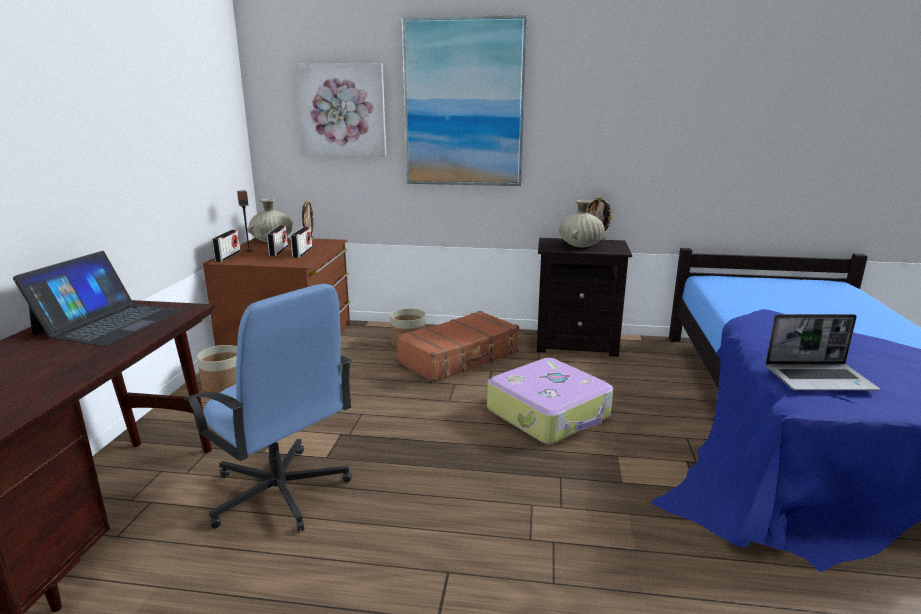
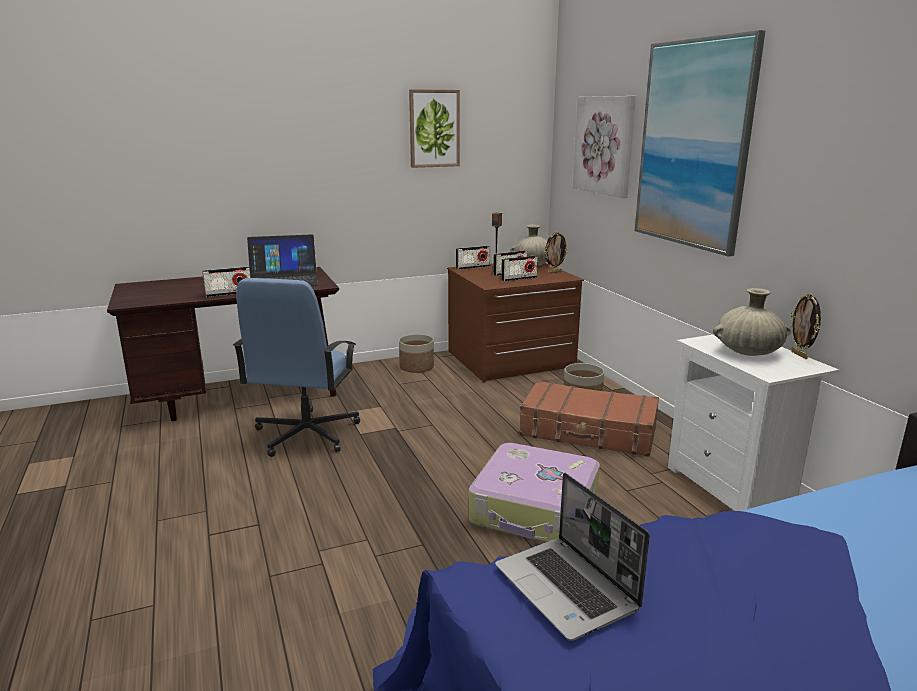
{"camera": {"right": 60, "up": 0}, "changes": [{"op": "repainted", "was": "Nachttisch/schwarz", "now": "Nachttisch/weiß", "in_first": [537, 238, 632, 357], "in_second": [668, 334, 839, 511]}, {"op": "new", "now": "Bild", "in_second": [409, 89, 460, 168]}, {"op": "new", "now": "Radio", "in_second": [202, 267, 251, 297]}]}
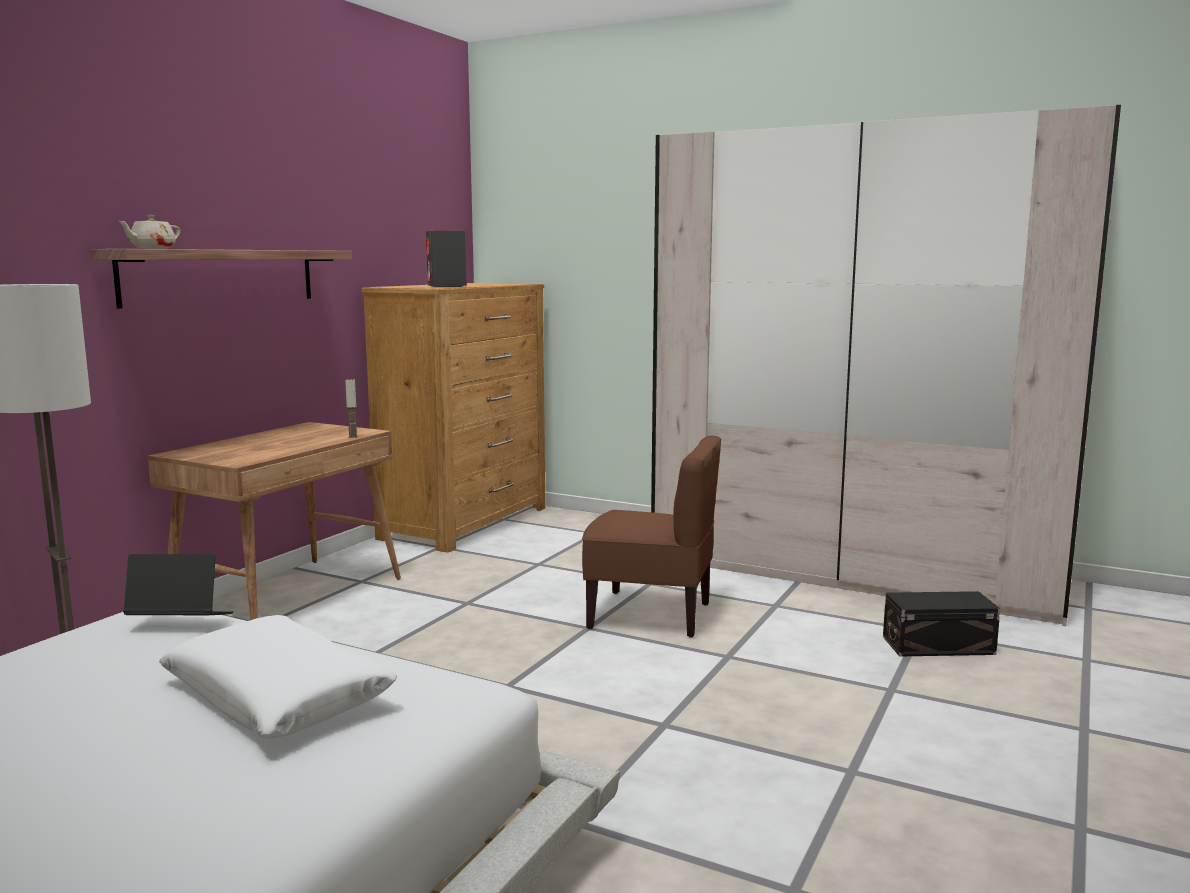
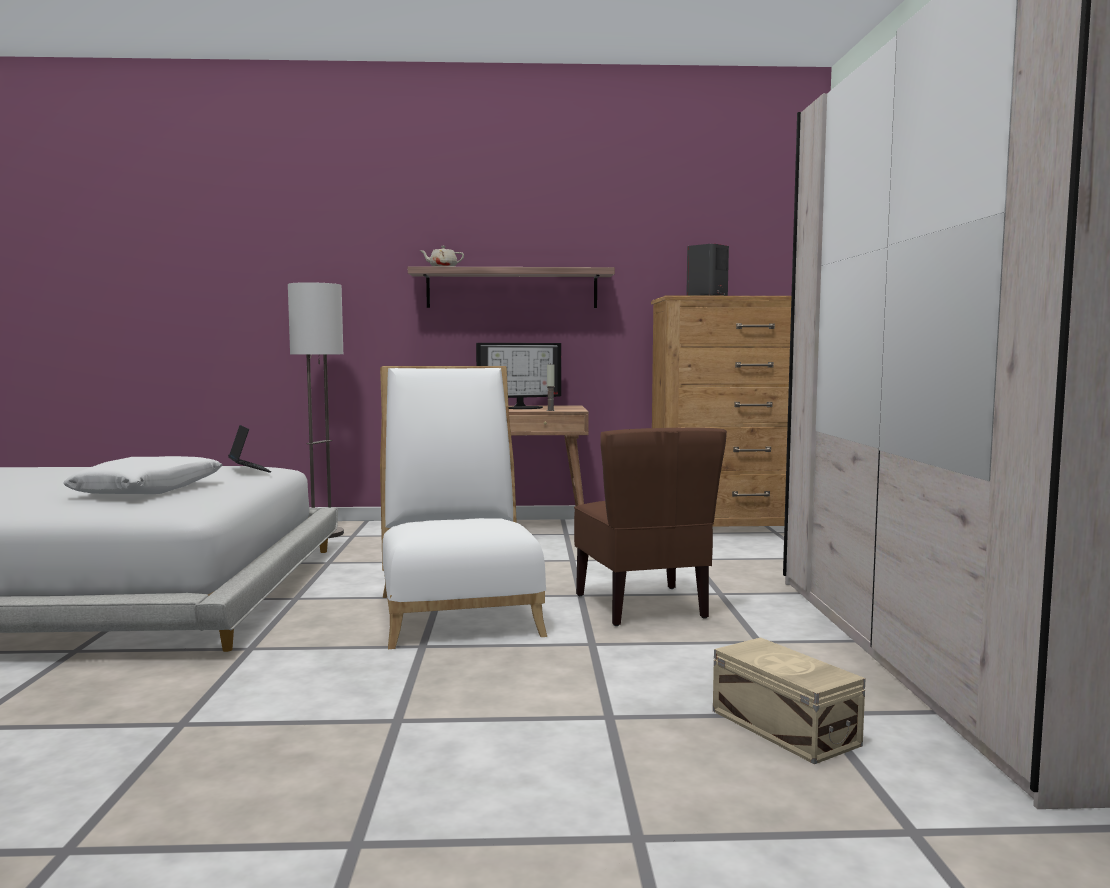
{"camera": {"right": 60, "up": -5}, "changes": [{"op": "repainted", "was": "Aufbewahrungsbox/schwarz", "now": "Aufbewahrungsbox/beige", "in_first": [883, 591, 1000, 656], "in_second": [713, 637, 865, 764]}, {"op": "new", "now": "Monitor", "in_second": [476, 343, 561, 409]}, {"op": "new", "now": "Stuhl/weiß", "in_second": [380, 366, 547, 649]}]}
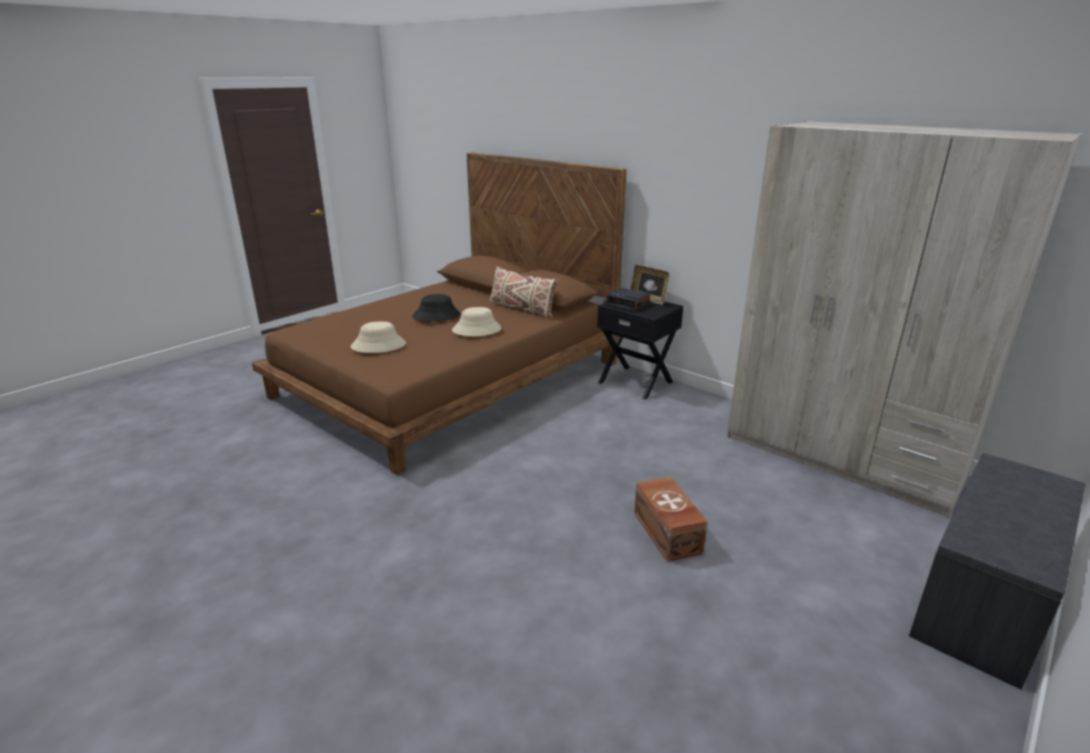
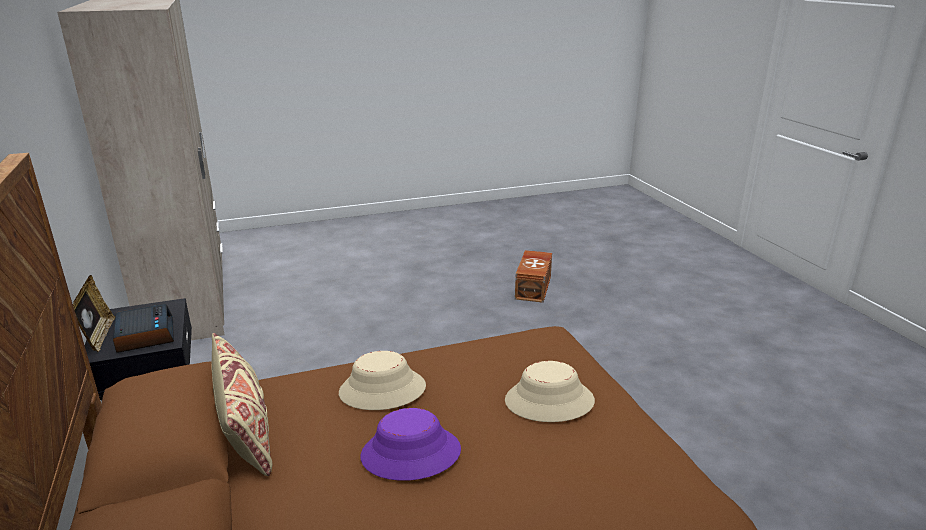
{"camera": {"right": -150, "up": 0}, "changes": [{"op": "repainted", "was": "Hut/schwarz", "now": "Hut/lila", "in_first": [413, 294, 460, 321], "in_second": [361, 408, 461, 481]}, {"op": "gone", "was": "Bank/grau", "in_first": [909, 453, 1085, 690]}, {"op": "shifted", "was": "Aufbewahrungsbox/braun", "in_first": [634, 477, 708, 562], "in_second": [515, 250, 552, 303]}]}
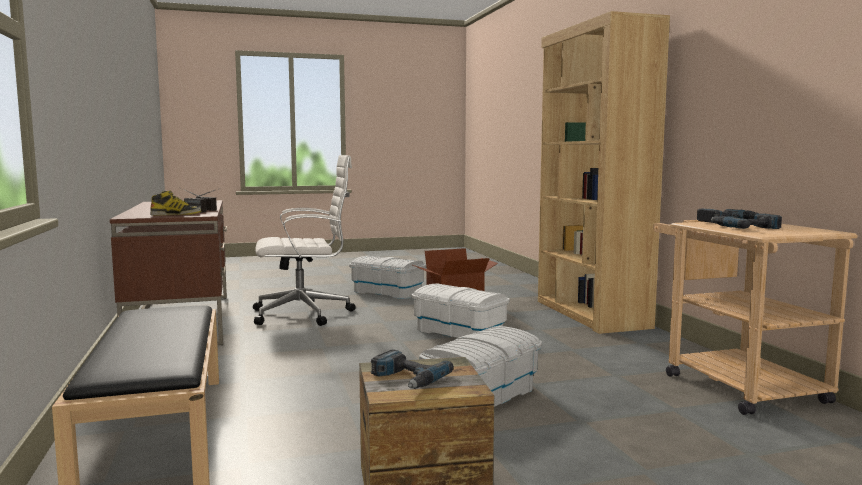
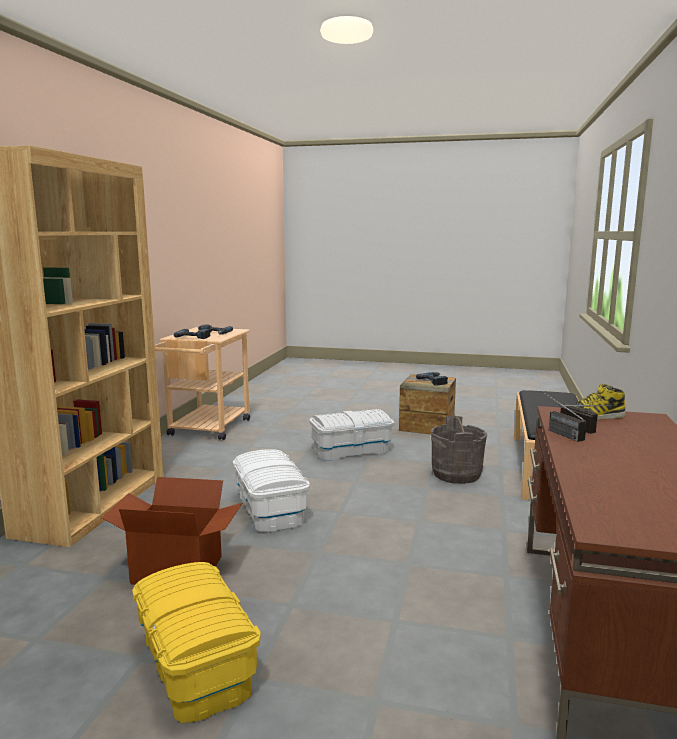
{"camera": {"right": -150, "up": 5}, "changes": [{"op": "gone", "was": "Bürostuhl/weiß", "in_first": [253, 155, 356, 326]}, {"op": "repainted", "was": "Aufbewahrungsbox/weiß", "now": "Aufbewahrungsbox/gelb", "in_first": [349, 256, 426, 299], "in_second": [132, 562, 261, 724]}, {"op": "new", "now": "Eimer/grau", "in_second": [431, 415, 487, 484]}]}
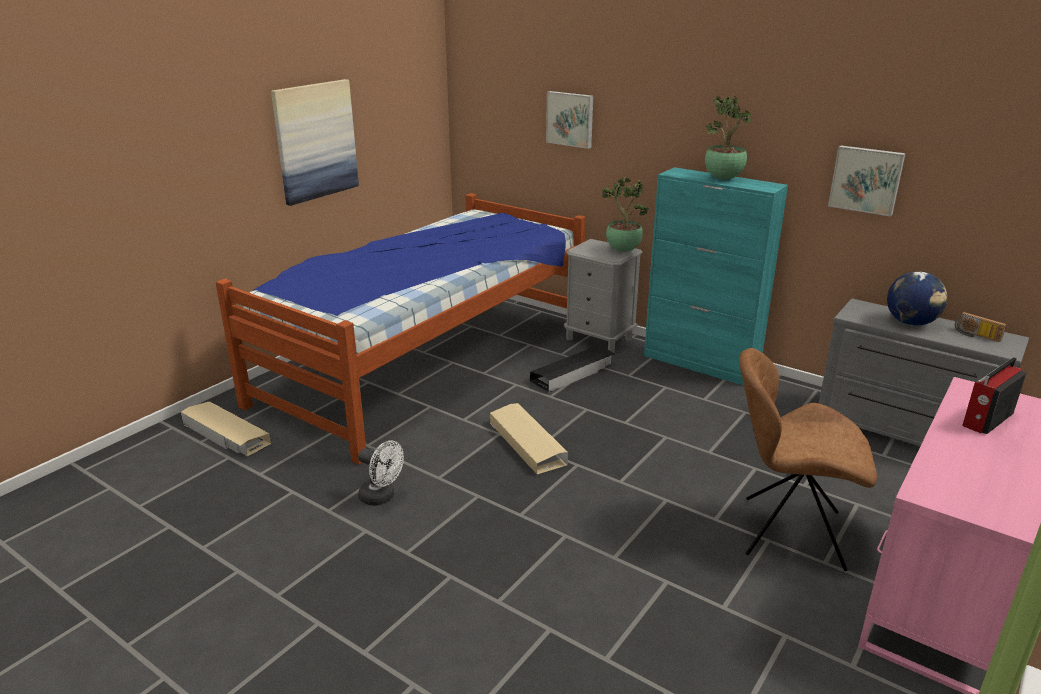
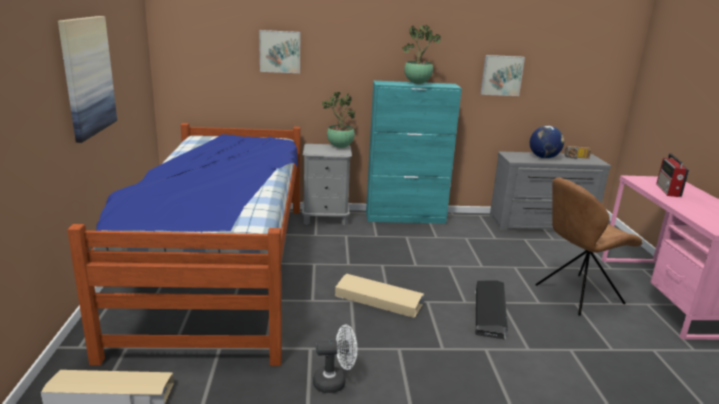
{"camera": {"right": -40, "up": -5}, "changes": [{"op": "shifted", "was": "Aufbewahrungsbox/schwarz", "in_first": [530, 346, 614, 393], "in_second": [475, 280, 508, 340]}]}
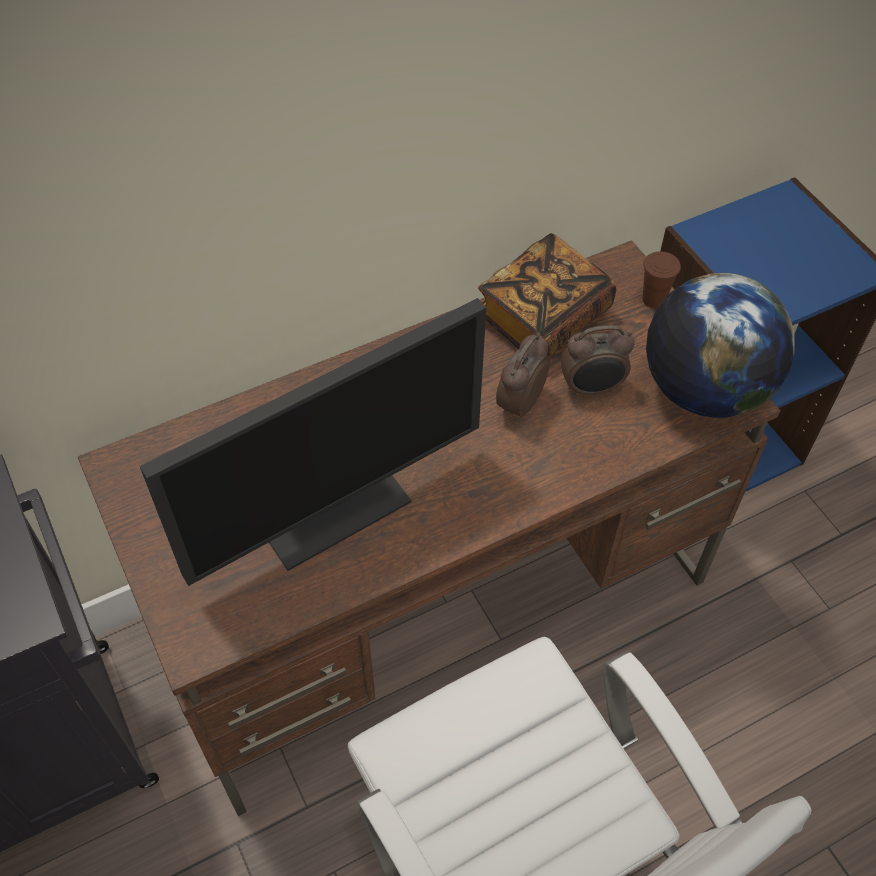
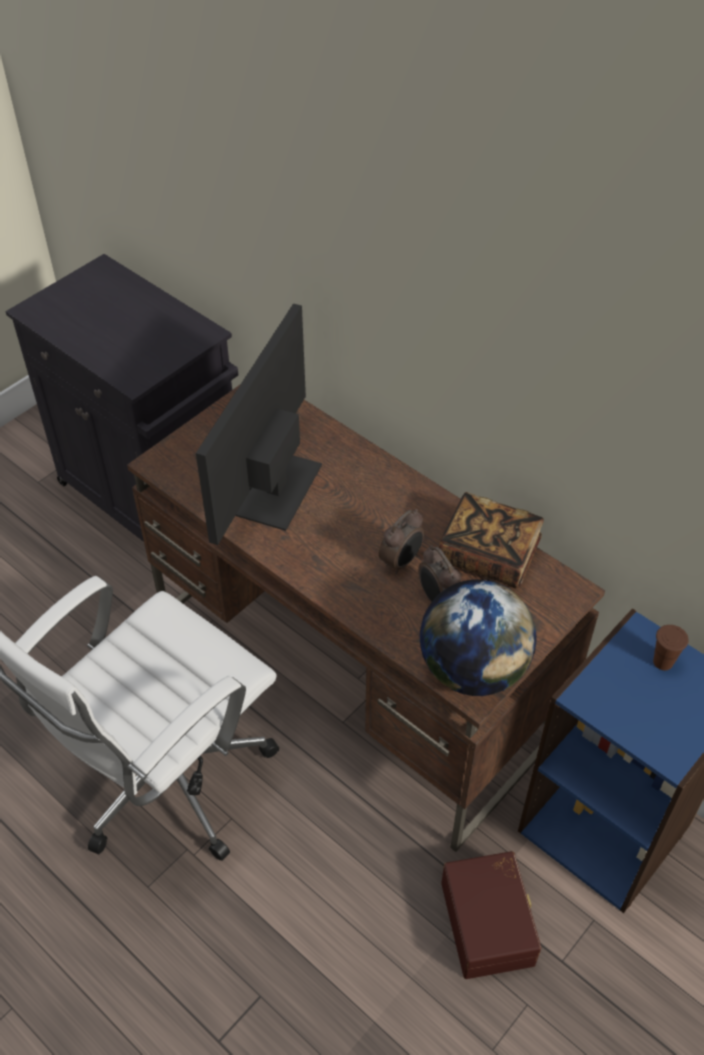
{"camera": {"right": 70, "up": -5}, "changes": [{"op": "shifted", "was": "Tasse/braun", "in_first": [642, 251, 681, 308], "in_second": [653, 625, 689, 670]}, {"op": "rotated", "was": "Monitor", "in_first": [140, 298, 486, 586], "in_second": [196, 304, 322, 545], "clockwise": 75}, {"op": "rotated", "was": "Wecker", "in_first": [496, 333, 550, 420], "in_second": [379, 509, 424, 574], "clockwise": 120}, {"op": "new", "now": "Aufbewahrungsbox/braun", "in_second": [441, 851, 541, 979]}]}
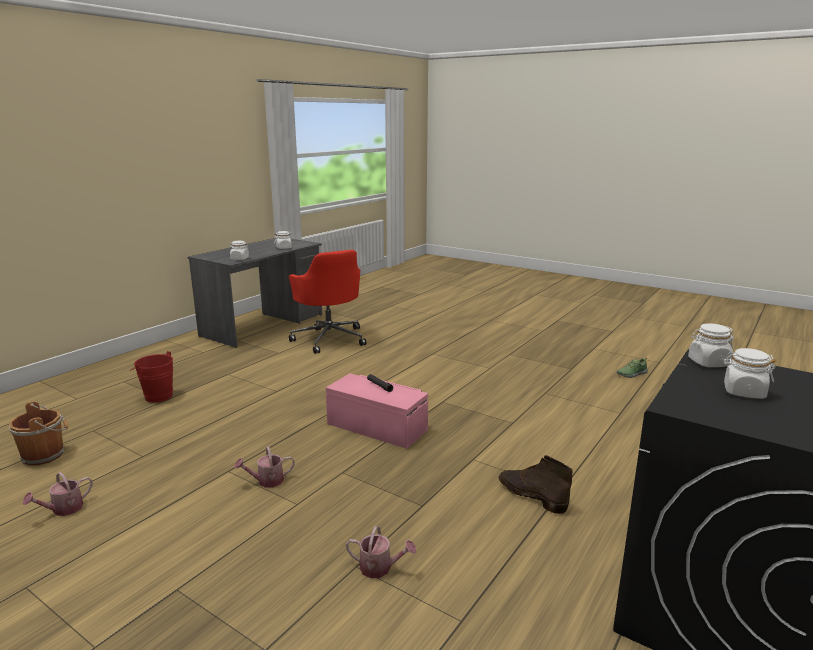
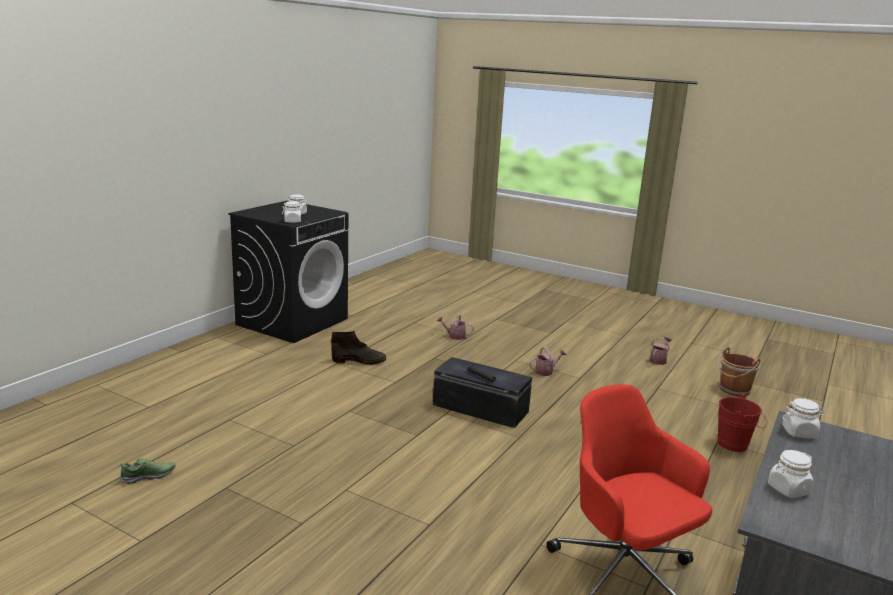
{"camera": {"right": 175, "up": 0}, "changes": [{"op": "repainted", "was": "Aufbewahrungsbox/rosa", "now": "Aufbewahrungsbox/schwarz", "in_first": [326, 373, 428, 449], "in_second": [433, 357, 532, 428]}, {"op": "rotated", "was": "Stiefel/braun", "in_first": [498, 455, 573, 514], "in_second": [331, 331, 386, 365], "clockwise": -45}]}
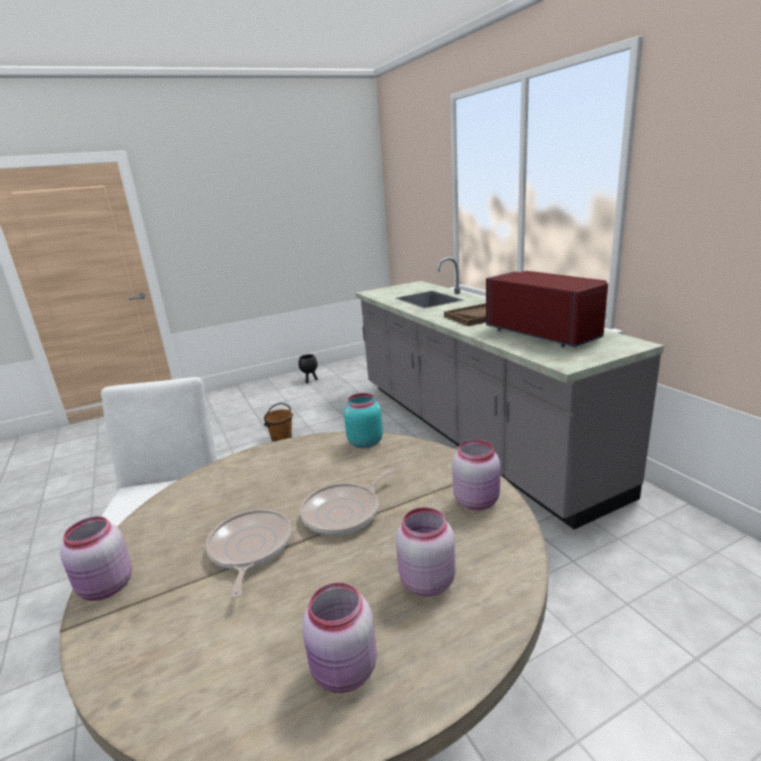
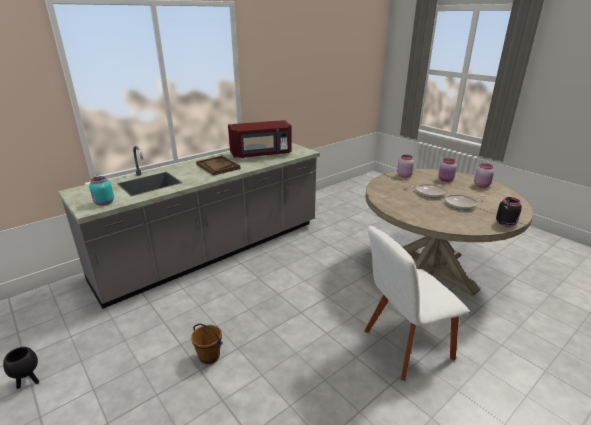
{"camera": {"right": -105, "up": 5}, "changes": [{"op": "rotated", "was": "Mikrowelle/rot", "in_first": [486, 271, 608, 347], "in_second": [228, 120, 292, 158], "clockwise": -150}, {"op": "shifted", "was": "Vorratsglas/türkis", "in_first": [344, 393, 383, 448], "in_second": [89, 176, 114, 206]}, {"op": "repainted", "was": "Vorratsglas/rosa", "now": "Vorratsglas/schwarz", "in_first": [60, 516, 132, 601], "in_second": [496, 197, 522, 227]}]}
